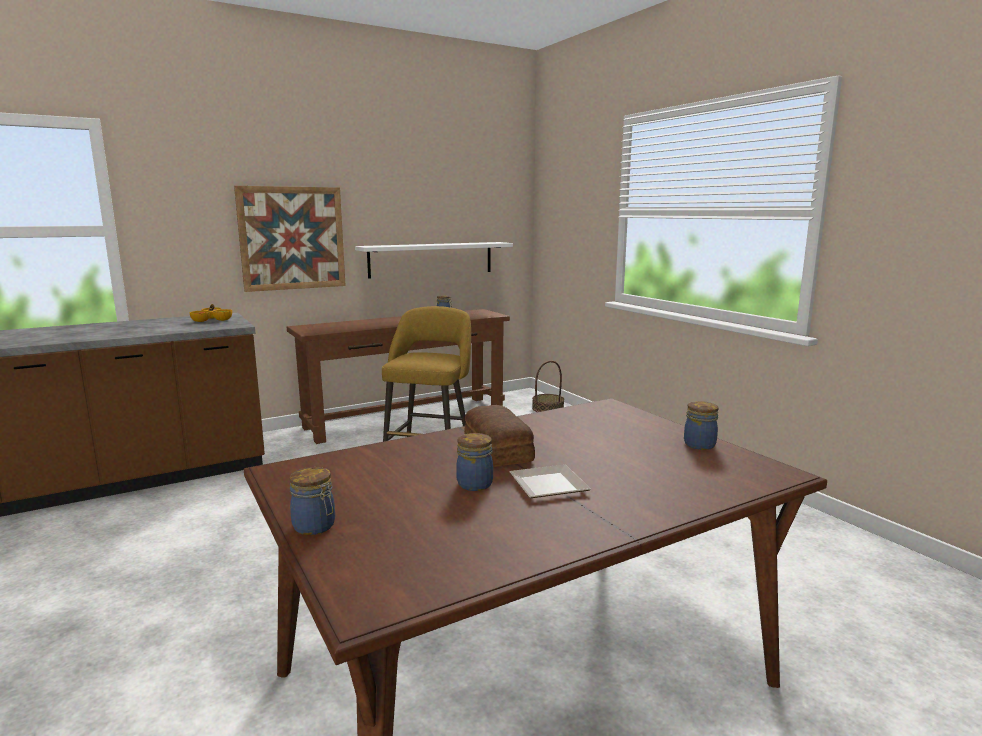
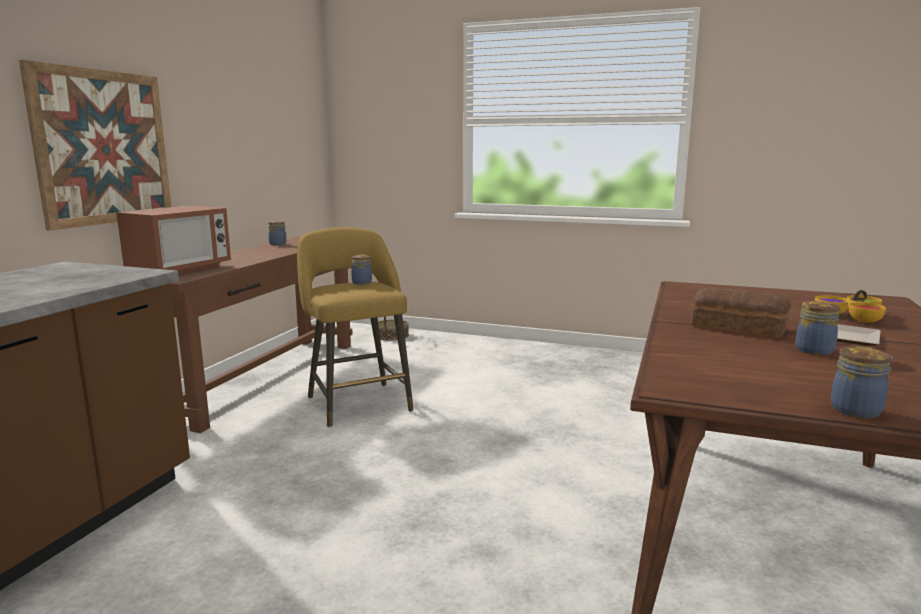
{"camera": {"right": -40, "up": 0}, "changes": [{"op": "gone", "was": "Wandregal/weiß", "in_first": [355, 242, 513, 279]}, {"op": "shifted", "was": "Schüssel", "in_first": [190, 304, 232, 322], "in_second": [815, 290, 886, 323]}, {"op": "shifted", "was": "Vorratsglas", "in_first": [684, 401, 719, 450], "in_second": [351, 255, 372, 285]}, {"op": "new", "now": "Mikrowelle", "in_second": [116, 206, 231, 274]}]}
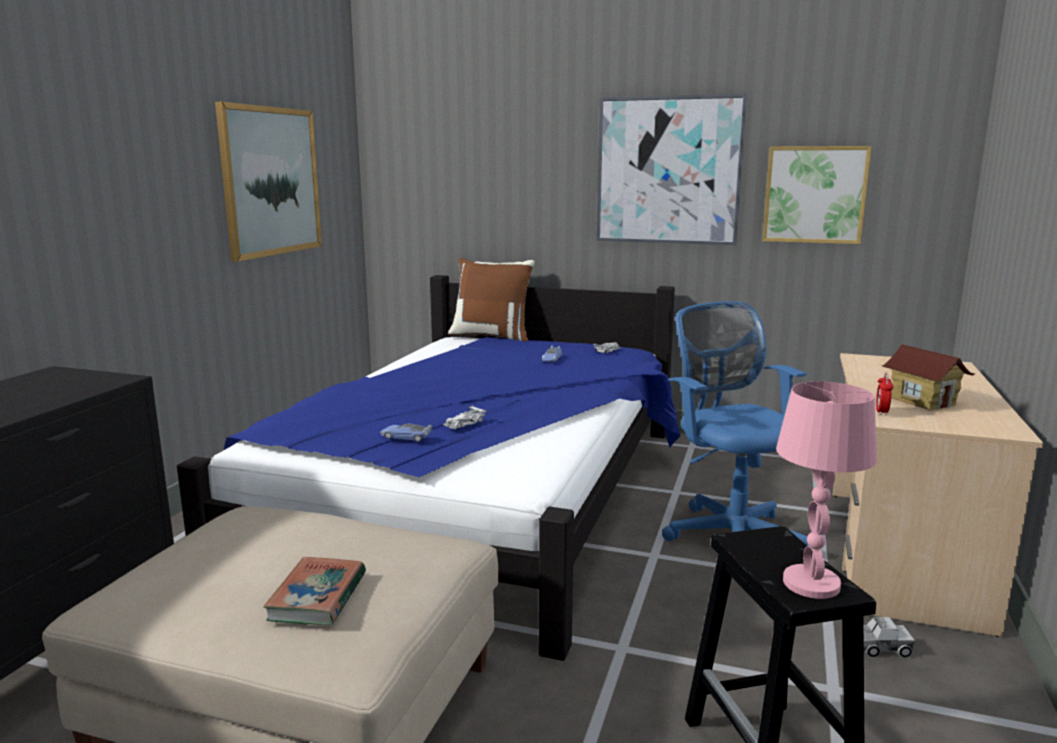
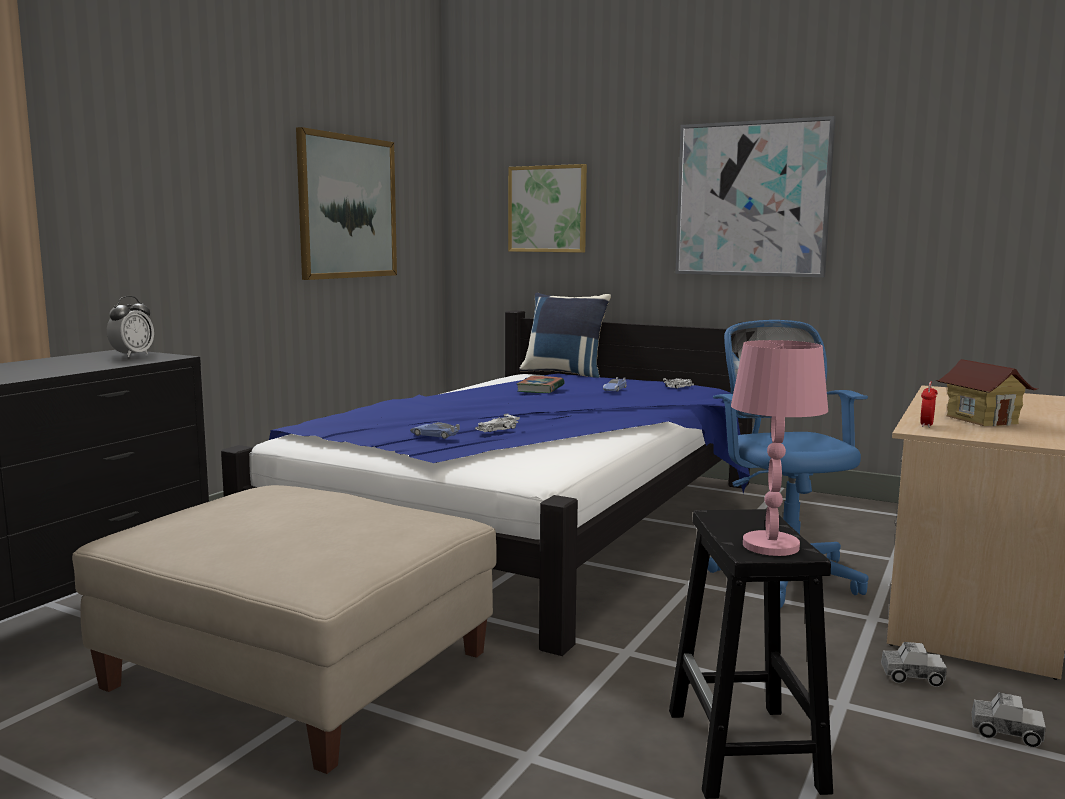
{"camera": {"right": 10, "up": -5}, "changes": [{"op": "shifted", "was": "Bild", "in_first": [762, 146, 872, 244], "in_second": [508, 164, 587, 253]}, {"op": "repainted", "was": "Kissen/braun", "now": "Kissen/blau", "in_first": [448, 258, 535, 341], "in_second": [519, 293, 611, 378]}, {"op": "shifted", "was": "Buch", "in_first": [263, 557, 366, 625], "in_second": [517, 376, 564, 393]}, {"op": "new", "now": "Wecker", "in_second": [107, 296, 154, 357]}, {"op": "new", "now": "Spielzeuglaster", "in_second": [972, 693, 1046, 748]}]}
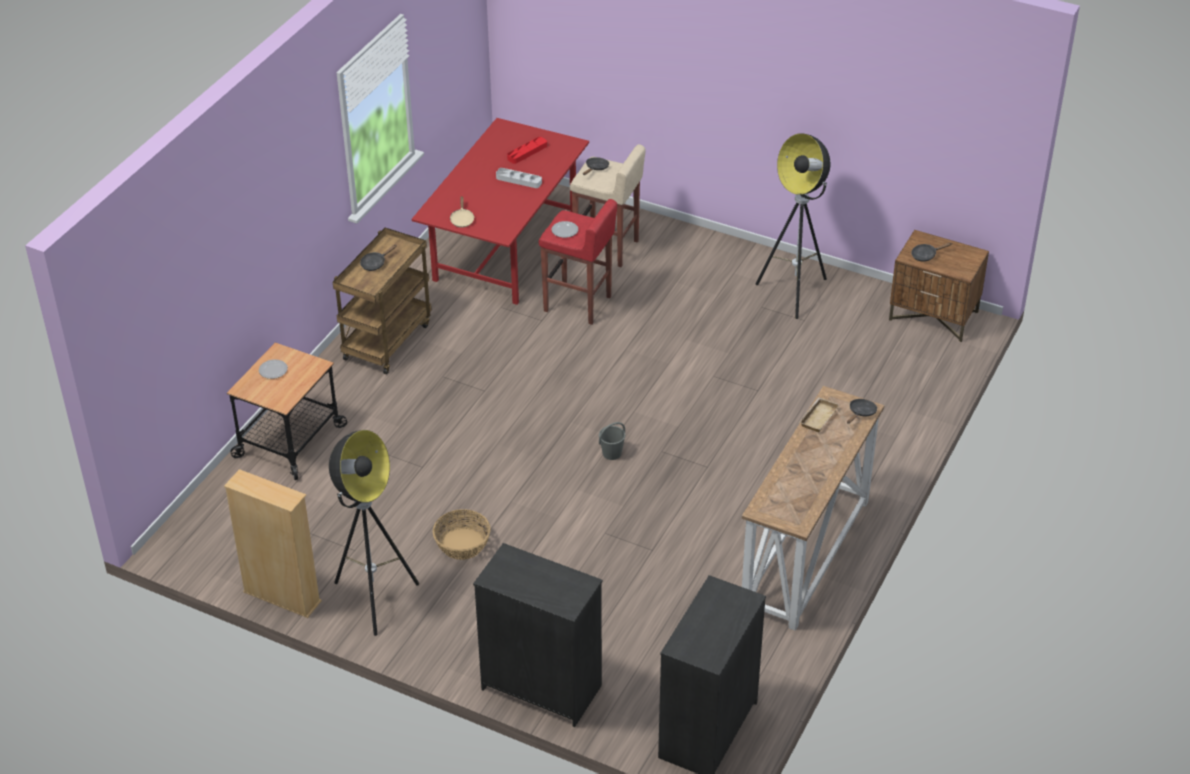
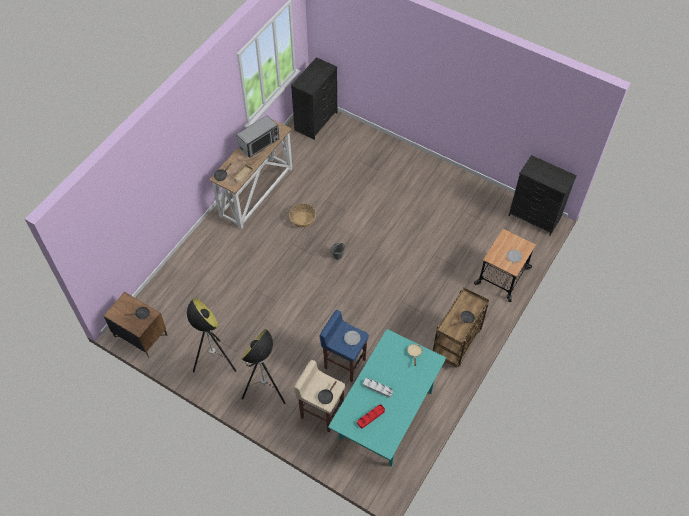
{"camera": {"right": -175, "up": 15}, "changes": [{"op": "repainted", "was": "Esstisch/rot", "now": "Esstisch/türkis", "in_first": [412, 118, 589, 305], "in_second": [328, 329, 446, 467]}, {"op": "repainted", "was": "Hocker/rot", "now": "Hocker/blau", "in_first": [539, 199, 617, 325], "in_second": [320, 310, 369, 382]}, {"op": "shifted", "was": "Stehlampe", "in_first": [329, 430, 419, 636], "in_second": [241, 329, 286, 404]}, {"op": "gone", "was": "Bücherregal/beige", "in_first": [224, 469, 322, 618]}, {"op": "shifted", "was": "Korb", "in_first": [433, 509, 491, 560], "in_second": [289, 203, 316, 228]}, {"op": "shifted", "was": "Kommode/schwarz", "in_first": [473, 543, 603, 727], "in_second": [509, 155, 577, 236]}, {"op": "new", "now": "Mikrowelle", "in_second": [237, 115, 279, 158]}]}
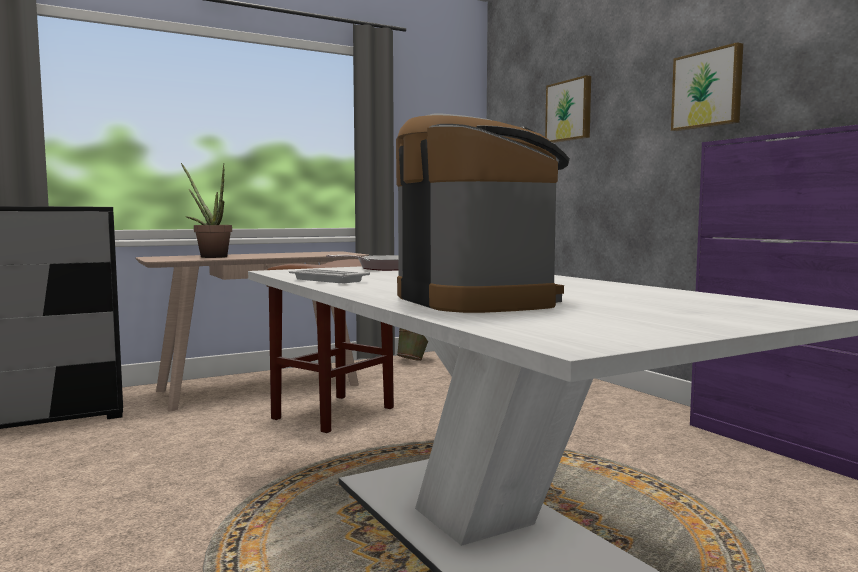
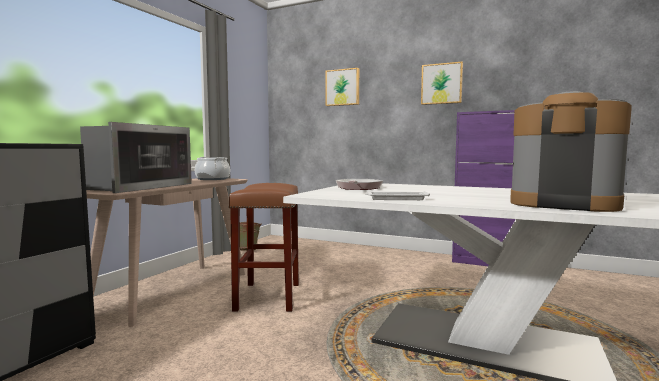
{"camera": {"right": -35, "up": 0}, "changes": [{"op": "swapped", "was": "Topfpflanze", "now": "Mikrowelle", "in_first": [181, 163, 232, 258], "in_second": [80, 122, 192, 193]}, {"op": "new", "now": "Kochtopf", "in_second": [195, 157, 230, 180]}]}
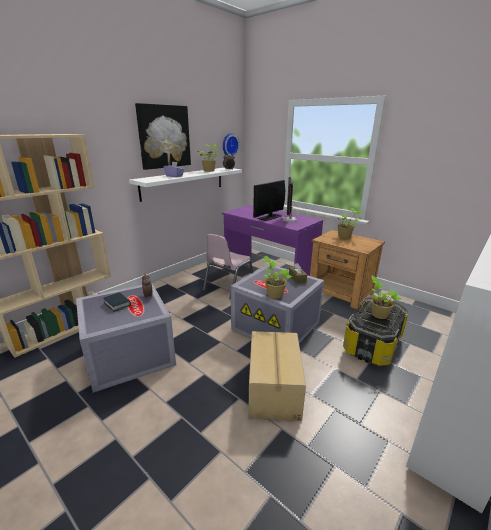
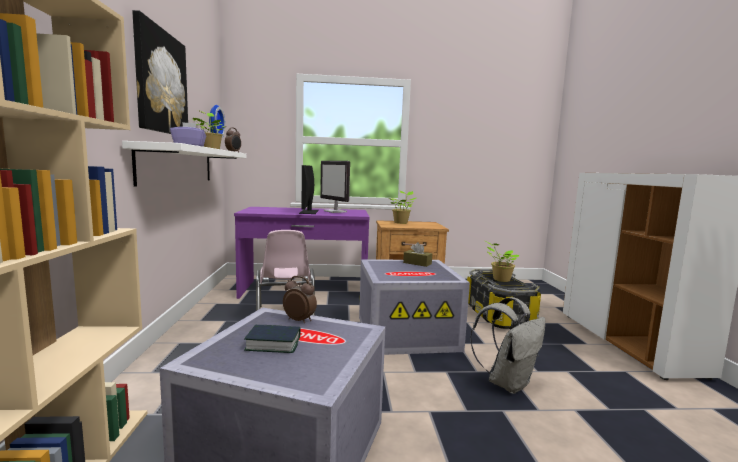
{"camera": {"right": -45, "up": -15}, "changes": [{"op": "gone", "was": "Topfpflanze", "in_first": [263, 256, 292, 299]}, {"op": "swapped", "was": "Karton", "now": "Rucksack/grau", "in_first": [248, 331, 306, 421], "in_second": [470, 297, 545, 394]}]}
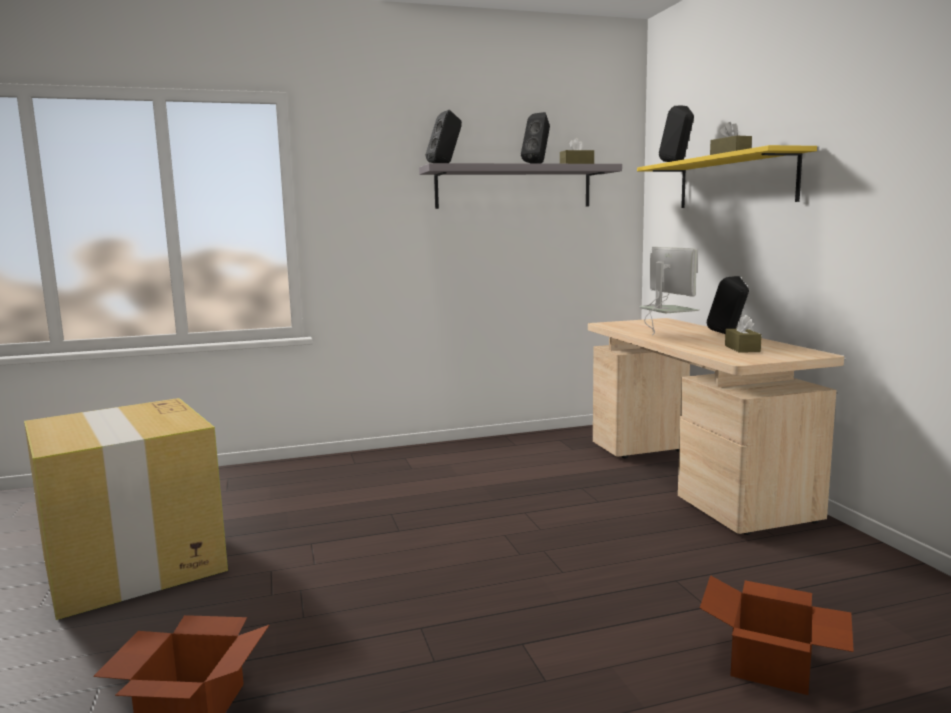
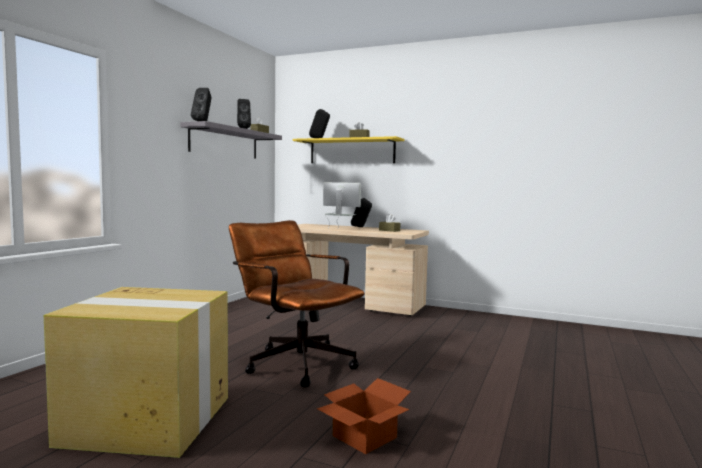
{"camera": {"right": -50, "up": -5}, "changes": [{"op": "gone", "was": "Karton", "in_first": [700, 575, 854, 695]}, {"op": "new", "now": "Bürostuhl/braun", "in_second": [229, 220, 365, 387]}]}
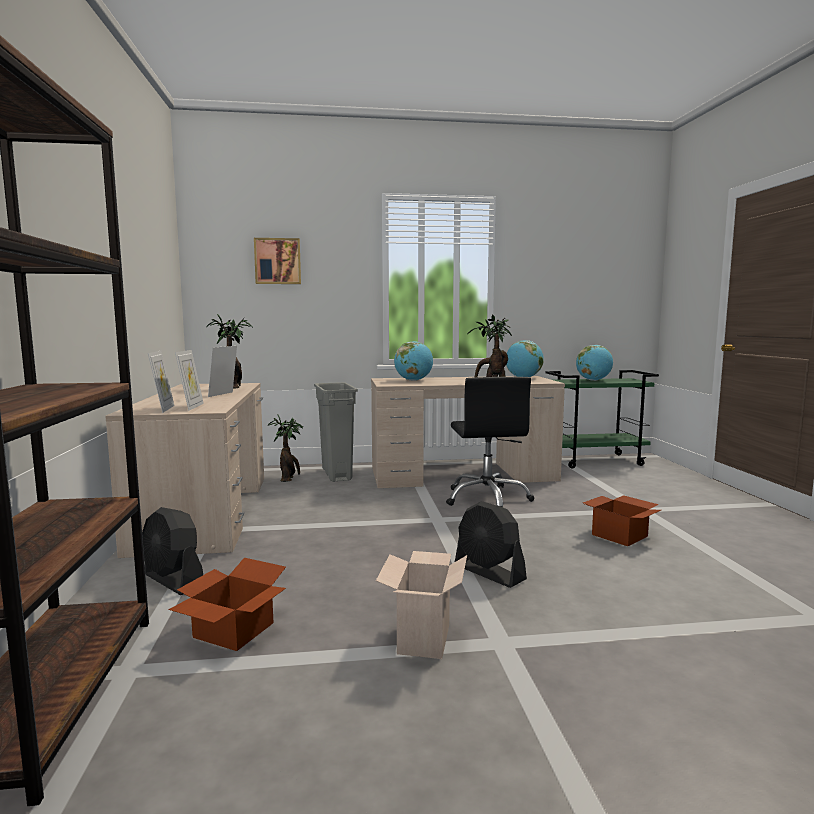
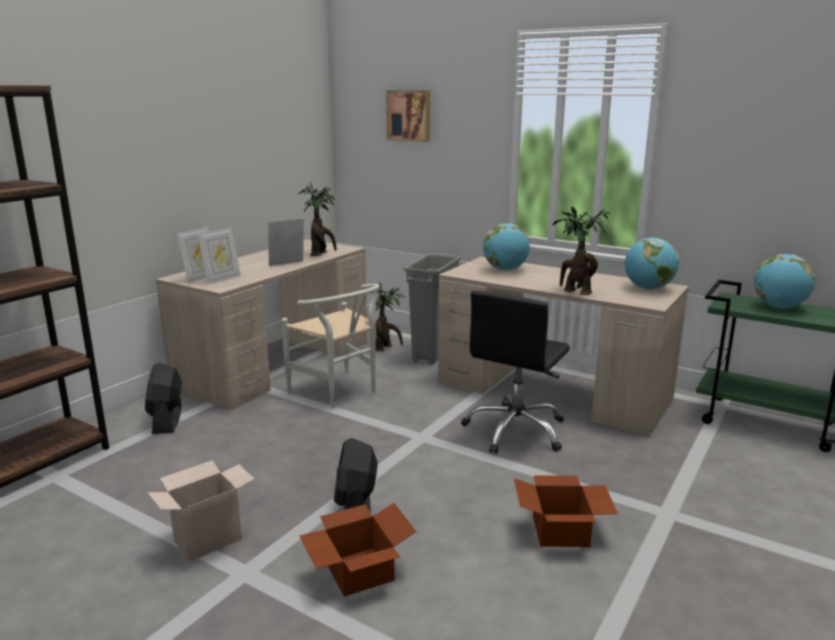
{"camera": {"right": 40, "up": 10}, "changes": [{"op": "shifted", "was": "Karton", "in_first": [168, 558, 286, 651], "in_second": [300, 503, 416, 597]}, {"op": "new", "now": "Stuhl/weiß", "in_second": [281, 284, 380, 409]}]}
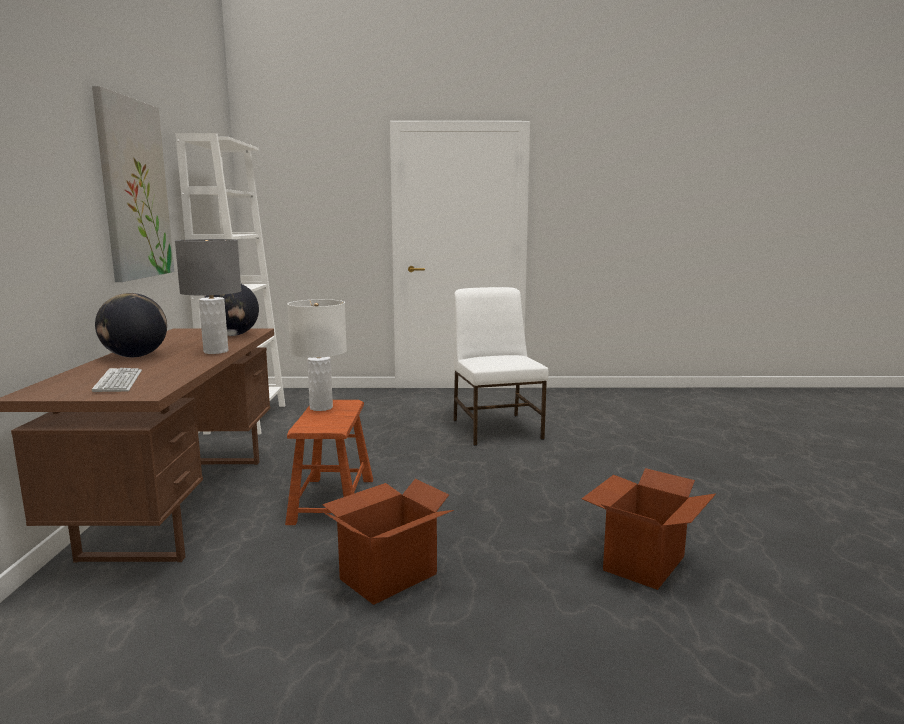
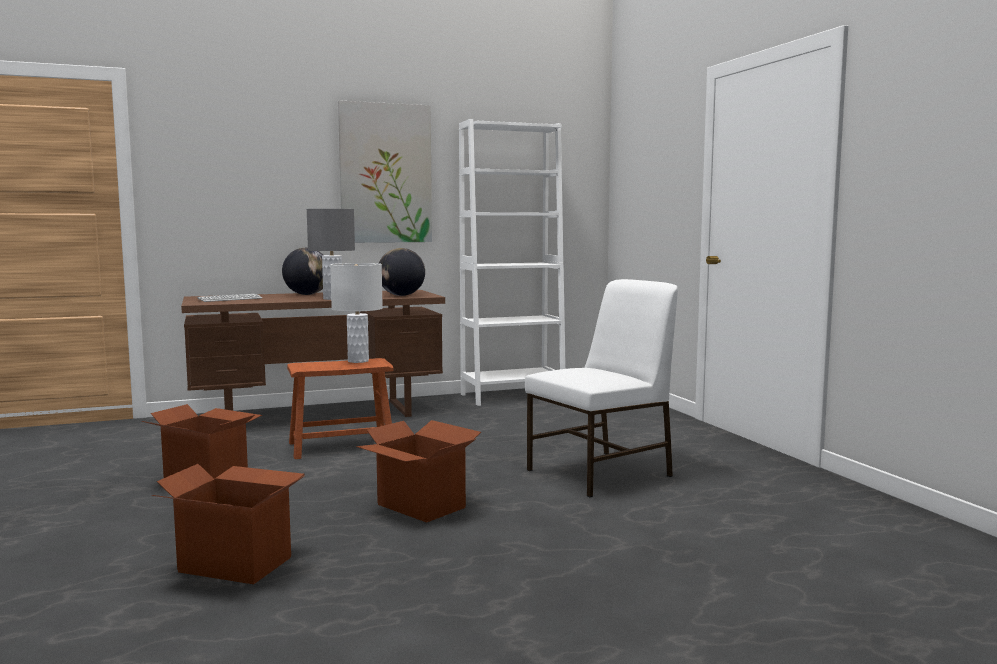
{"camera": {"right": 70, "up": -5}, "changes": [{"op": "new", "now": "Karton", "in_second": [356, 420, 481, 523]}]}
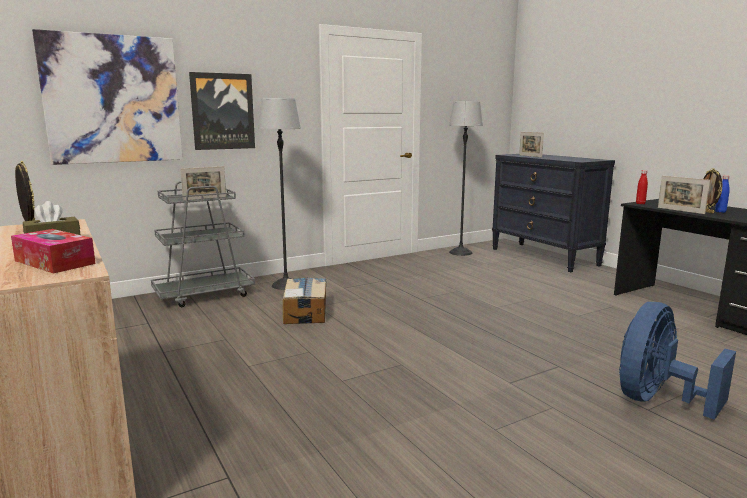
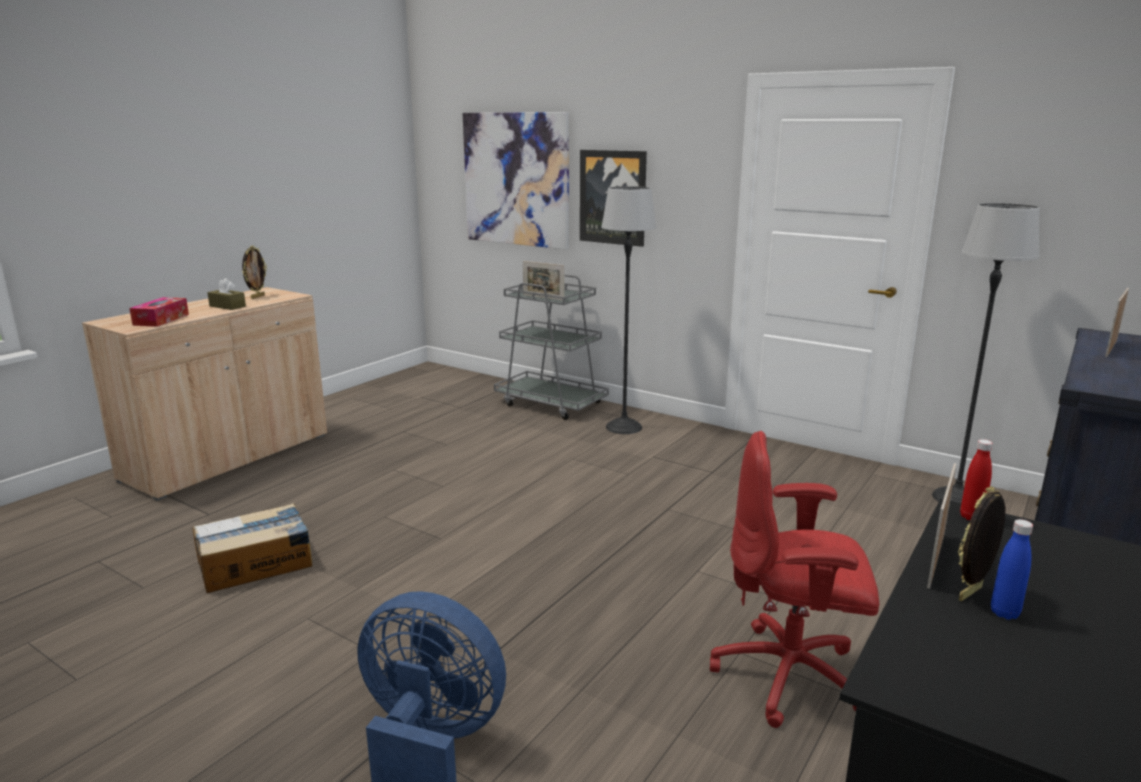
{"camera": {"right": 65, "up": 5}, "changes": [{"op": "shifted", "was": "Karton", "in_first": [283, 277, 326, 324], "in_second": [192, 503, 312, 593]}, {"op": "new", "now": "Bürostuhl/rot", "in_second": [710, 431, 880, 728]}]}
